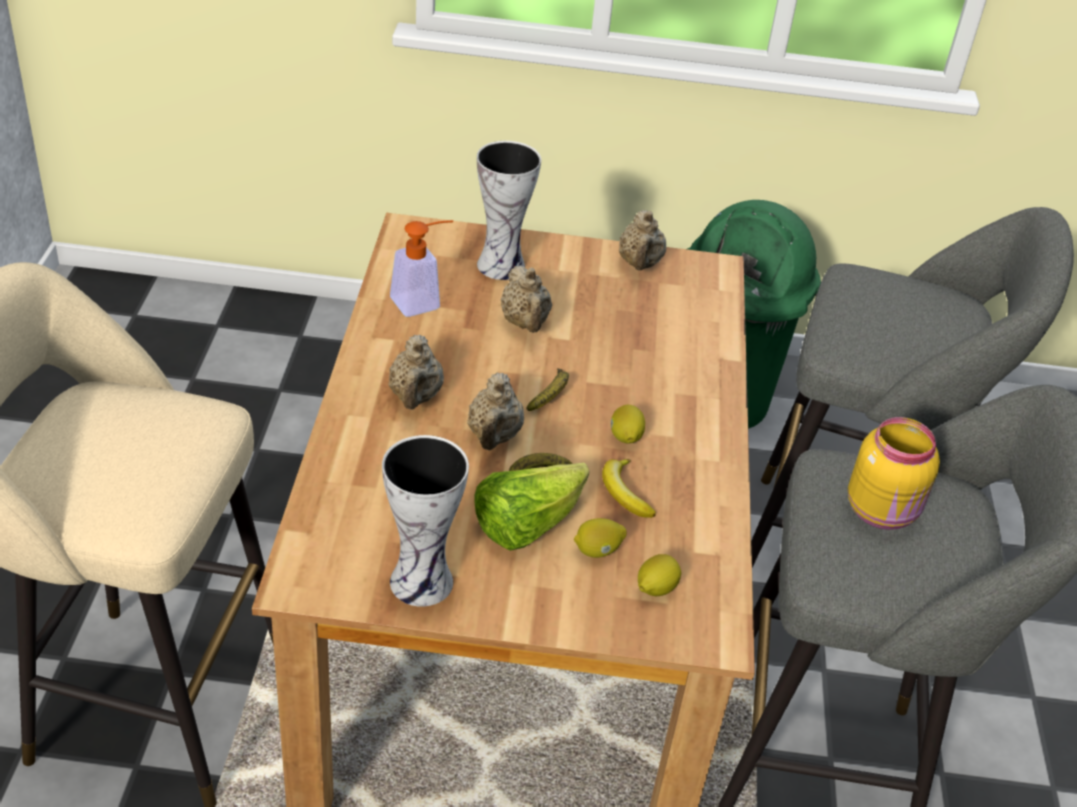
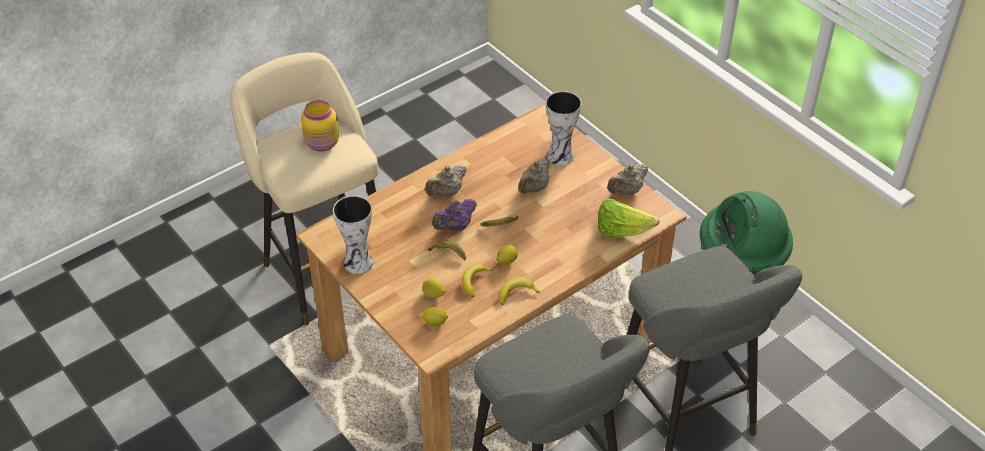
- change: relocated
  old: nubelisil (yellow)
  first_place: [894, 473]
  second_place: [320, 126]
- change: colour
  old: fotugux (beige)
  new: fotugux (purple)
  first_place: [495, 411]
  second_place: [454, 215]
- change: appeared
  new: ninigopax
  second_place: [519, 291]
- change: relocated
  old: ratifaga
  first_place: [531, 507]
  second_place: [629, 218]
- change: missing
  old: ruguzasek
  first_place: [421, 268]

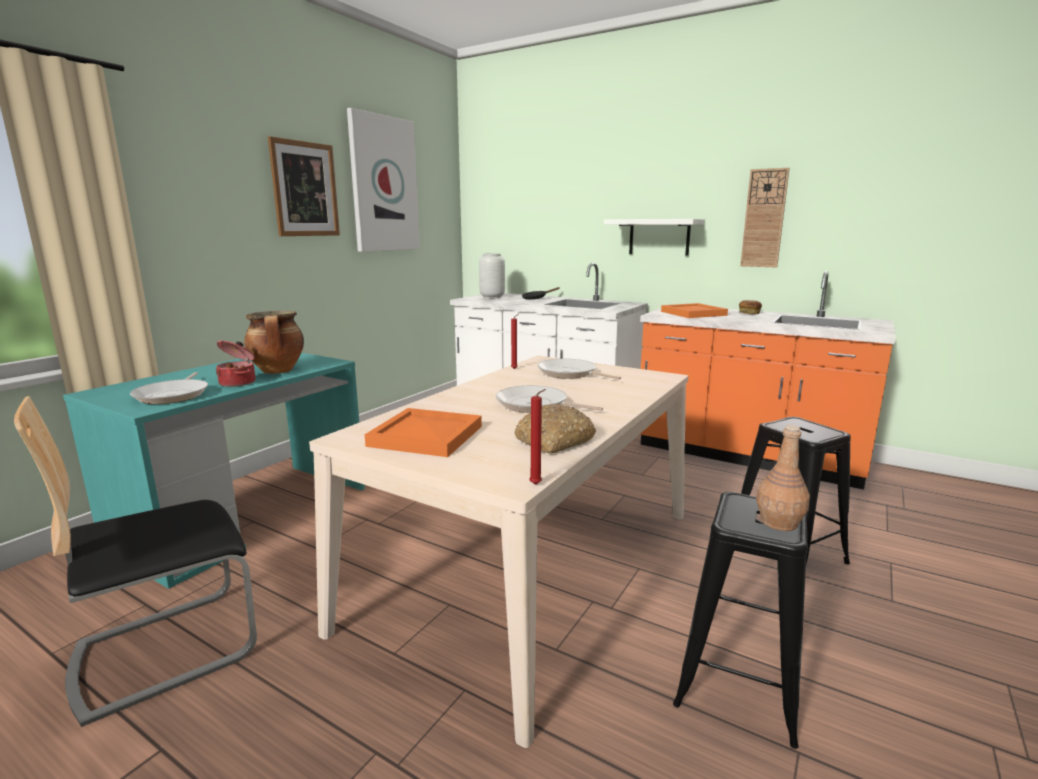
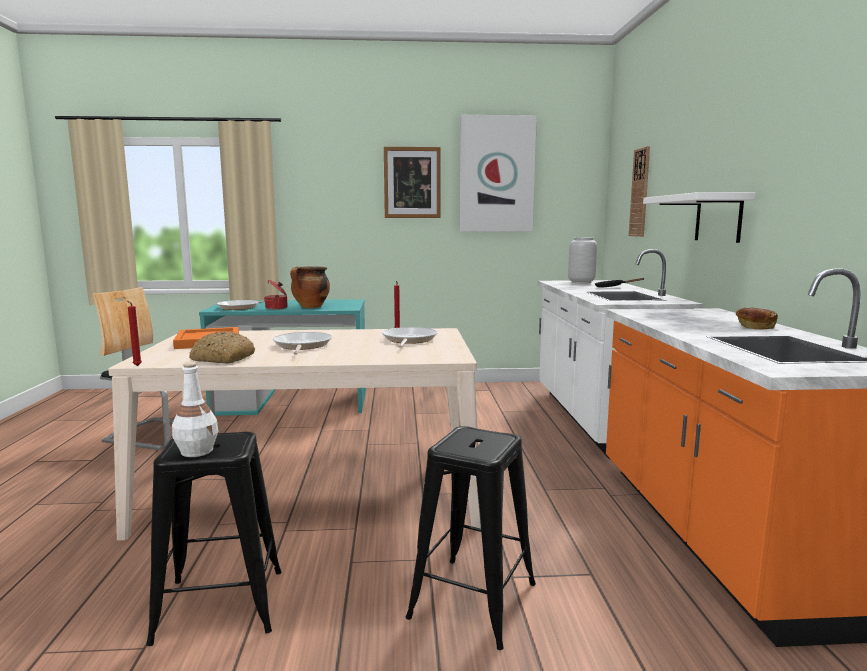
- change: colour
  old: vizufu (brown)
  new: vizufu (white)
  first_place: [783, 478]
  second_place: [195, 409]
- change: relocated
  old: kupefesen
  first_place: [765, 218]
  second_place: [639, 191]
- change: missing
  old: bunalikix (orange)
  first_place: [694, 310]

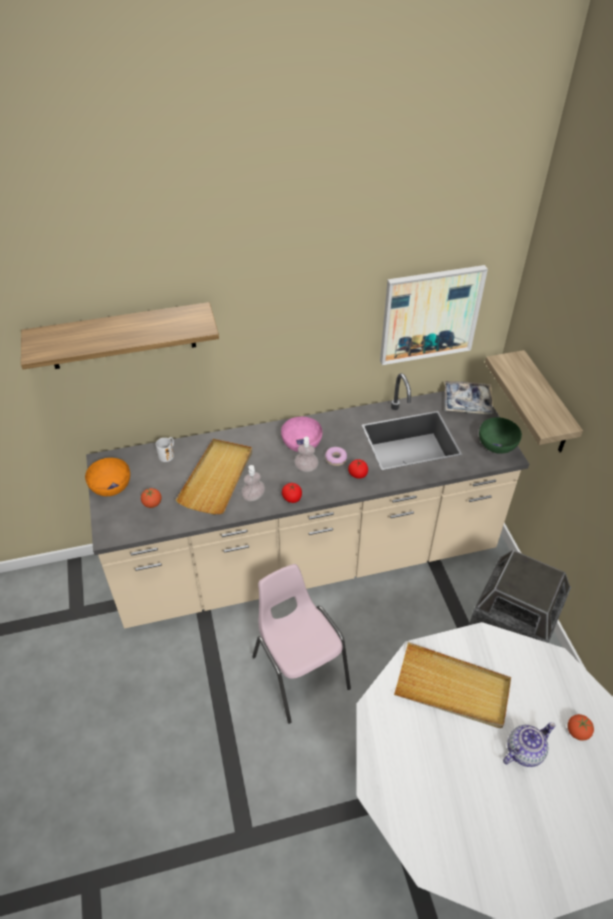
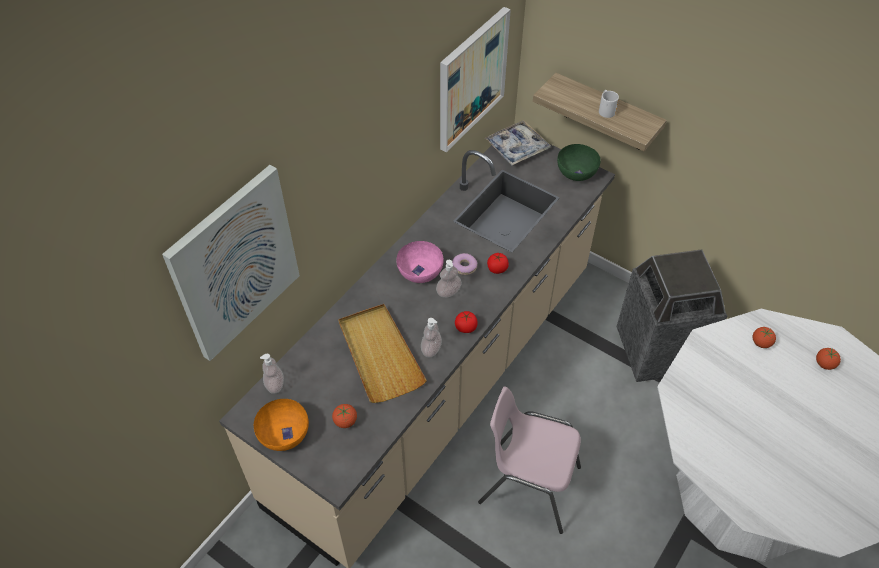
- change: exchanged
  old: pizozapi
  new: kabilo
  first_place: [120, 336]
  second_place: [231, 263]
- change: appeared
  new: ruguzasek
  second_place: [272, 374]
- change: relocated
  old: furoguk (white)
  first_place: [165, 449]
  second_place: [609, 104]
- change: appeared
  new: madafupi
  second_place: [764, 337]
- change: missing
  old: bunalikix (beige)
  first_place: [452, 685]
- change: missing
  old: fotugux
  first_place: [529, 744]

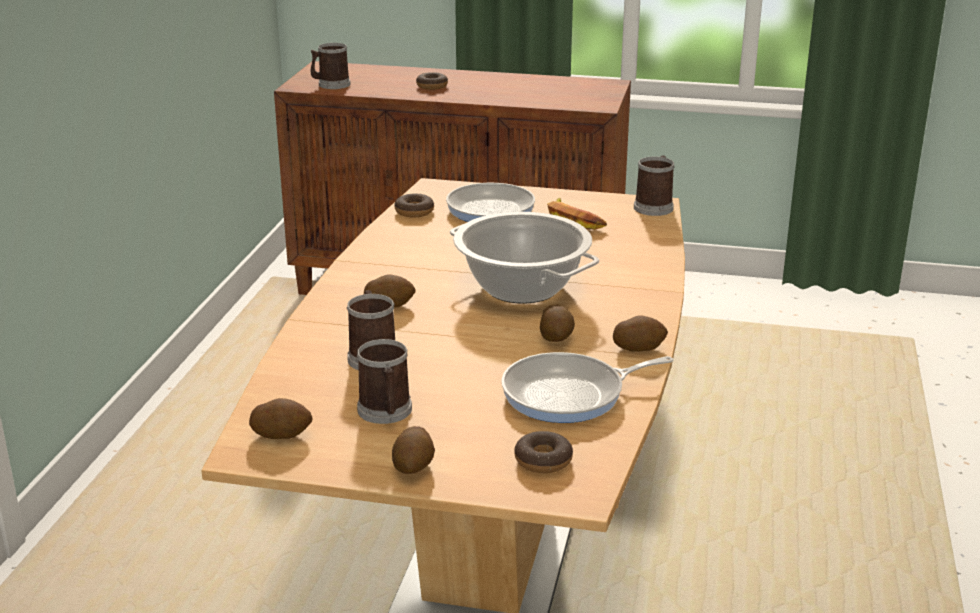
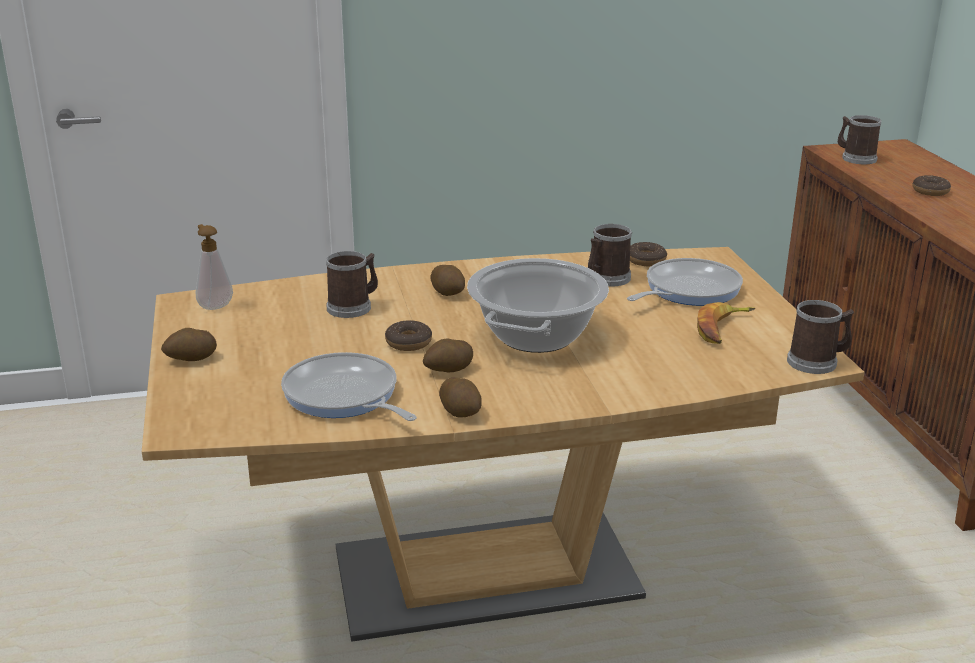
- change: exchanged
  old: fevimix
  new: ruguzasek
  first_place: [281, 418]
  second_place: [214, 267]
- change: relocated
  old: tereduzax
  first_place: [543, 452]
  second_place: [408, 335]
- change: relocated
  old: furoguk
  first_place: [384, 381]
  second_place: [610, 255]

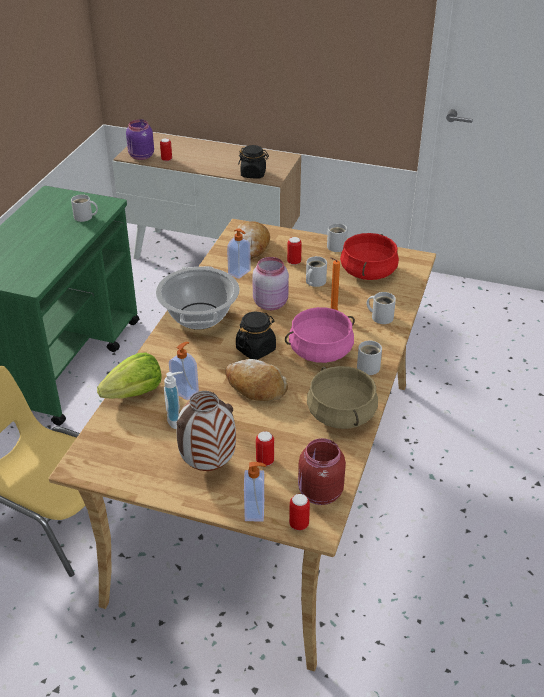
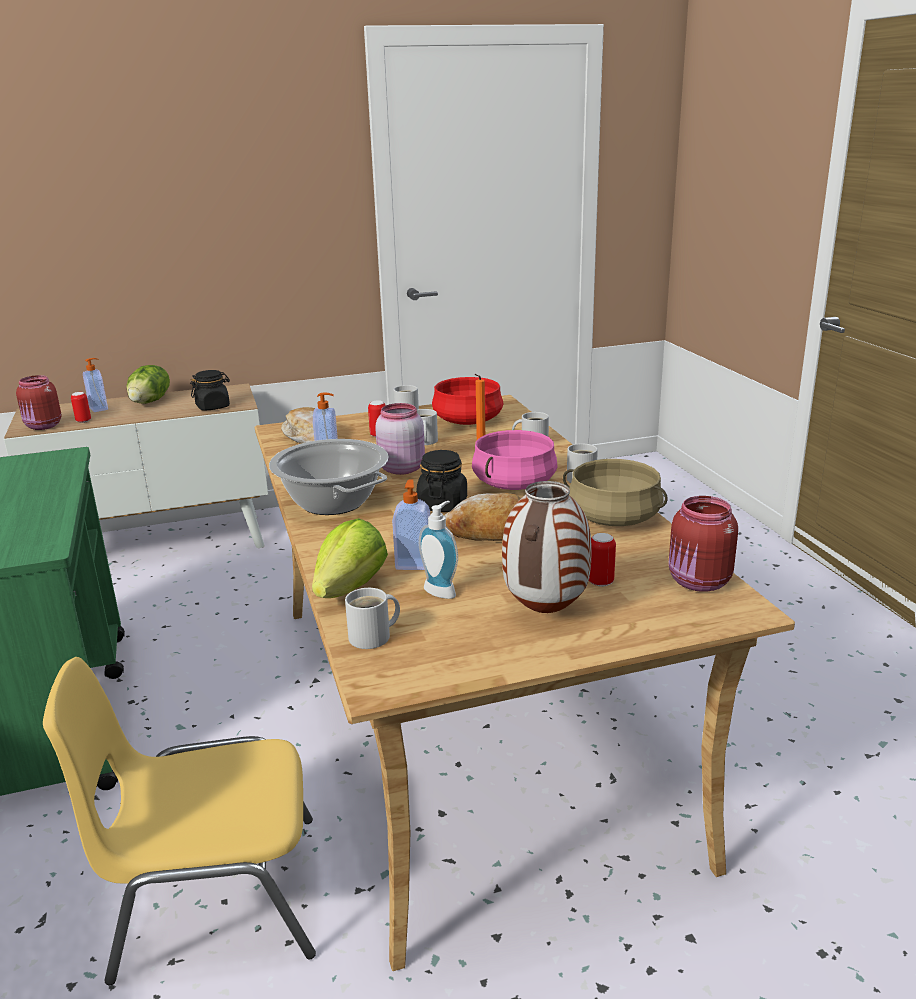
- change: colour
  old: nubelisil (purple)
  new: nubelisil (red)
  first_place: [140, 139]
  second_place: [38, 402]
- change: relocated
  old: ruguzasek
  first_place: [255, 492]
  second_place: [95, 385]
- change: appeared
  new: ratifaga
  second_place: [148, 384]
- change: relocated
  old: furoguk (white)
  first_place: [84, 208]
  second_place: [372, 618]
- change: missing
  old: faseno
  first_place: [299, 512]

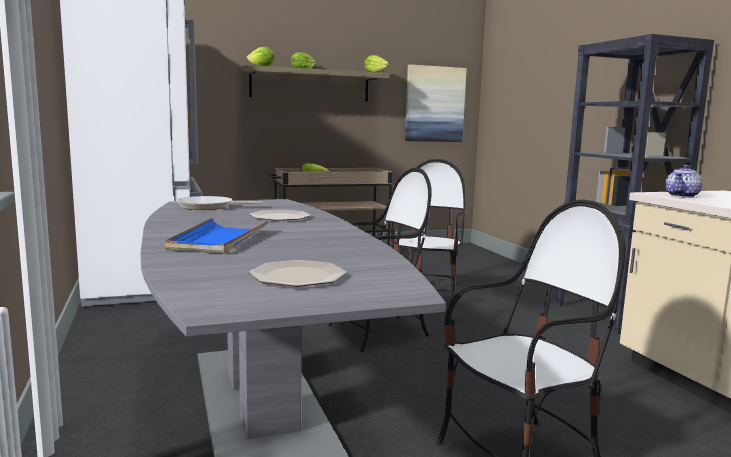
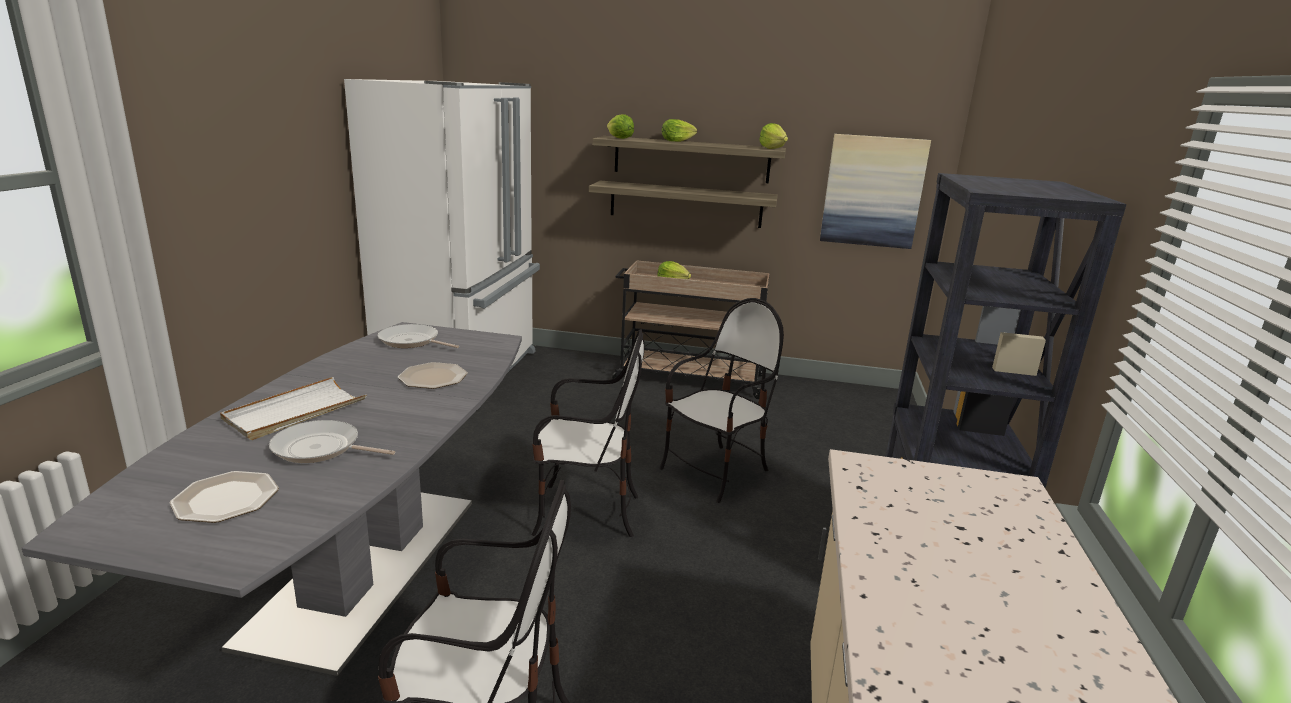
- change: colour
  old: bunalikix (blue)
  new: bunalikix (white)
  first_place: [217, 236]
  second_place: [293, 408]
- change: appeared
  new: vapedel
  second_place: [332, 441]
- change: appeared
  new: pizozapi
  second_place: [683, 204]
- change: missing
  old: fotugux
  first_place: [683, 181]

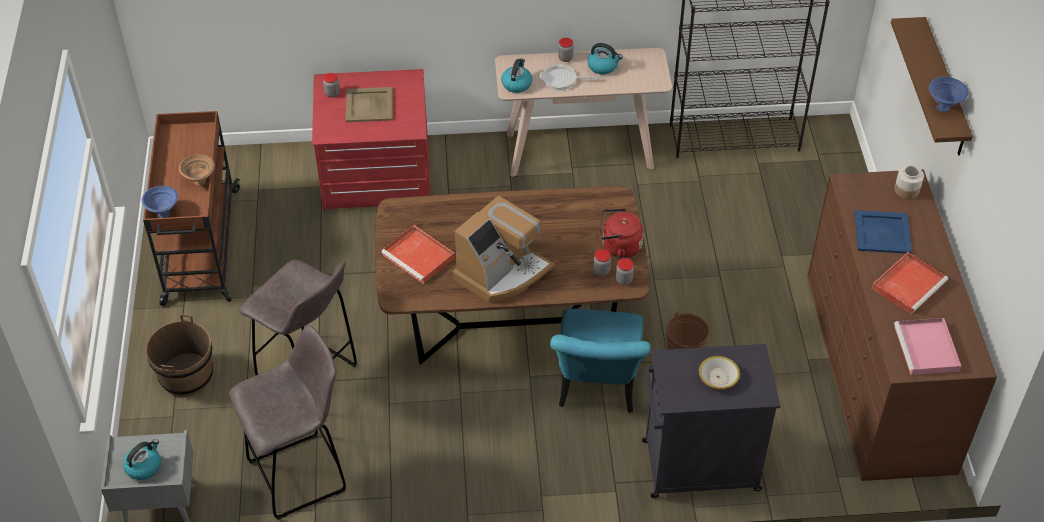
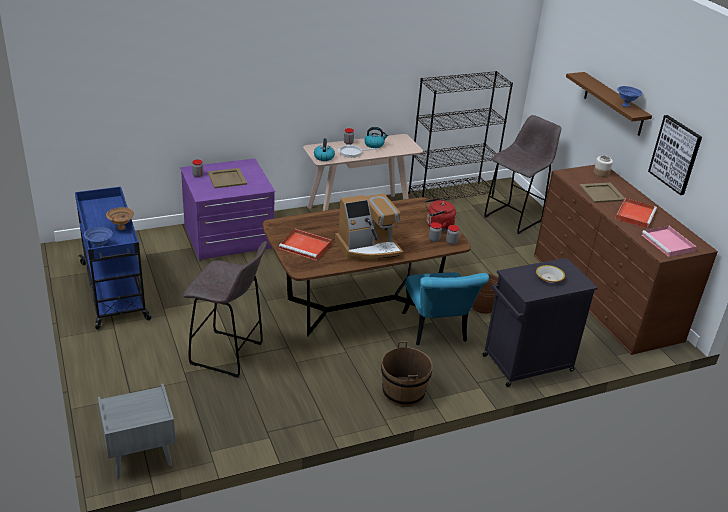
- change: colour
  old: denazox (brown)
  new: denazox (blue)
  first_place: [191, 208]
  second_place: [113, 258]
- change: colour
  old: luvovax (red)
  new: luvovax (purple)
  first_place: [371, 140]
  second_place: [227, 209]
- change: spun
  old: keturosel
  first_place: [503, 249]
  second_place: [369, 227]
  degrees: 45
- change: relocated
  old: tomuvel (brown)
  first_place: [179, 355]
  second_place: [407, 374]
- change: relocated
  old: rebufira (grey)
  first_place: [287, 422]
  second_place: [522, 174]
- change: colour
  old: bunalikix (blue)
  new: bunalikix (beige)
  first_place: [883, 232]
  second_place: [602, 193]
- change: appeared
  new: kabilo
  second_place: [675, 155]
- change: missing
  old: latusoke
  first_place: [142, 459]

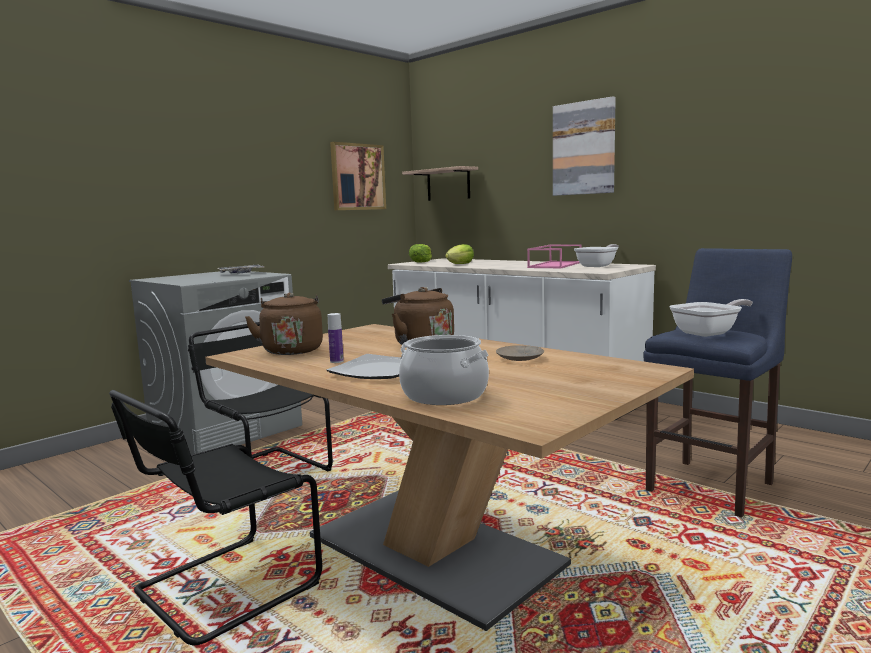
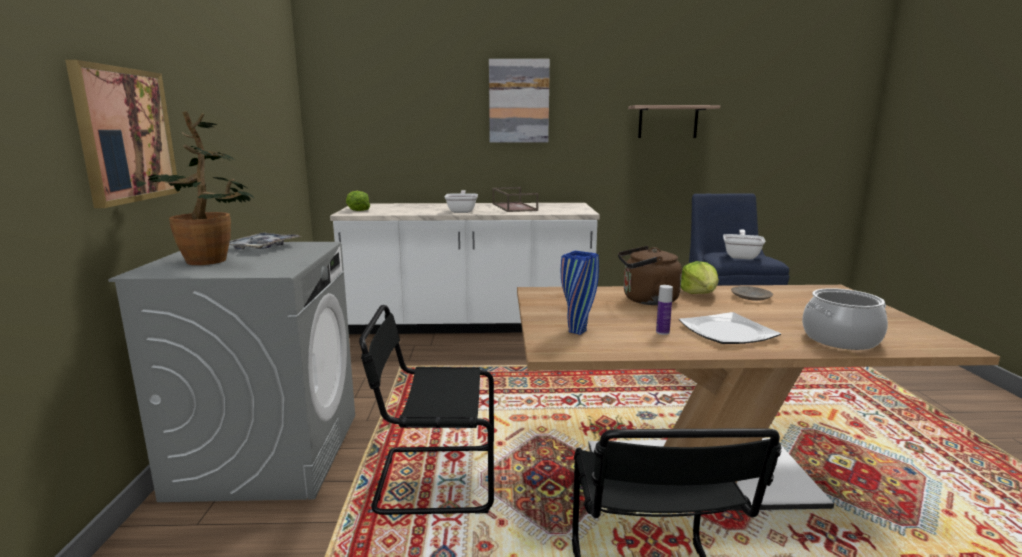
- change: relocated
  old: kabilo
  first_place: [358, 176]
  second_place: [122, 134]
- change: appeared
  new: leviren
  second_place: [195, 188]
- change: relocated
  old: vapedel
  first_place: [596, 255]
  second_place: [461, 201]
- change: colour
  old: bunalikix (pink)
  new: bunalikix (brown)
  first_place: [554, 256]
  second_place: [515, 199]
- change: exchanged
  old: latusoke (brown)
  new: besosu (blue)
  first_place: [284, 323]
  second_place: [580, 293]
- change: relocated
  old: pizozapi
  first_place: [440, 183]
  second_place: [674, 121]
- change: relocated
  old: ratifaga
  first_place: [459, 254]
  second_place: [700, 277]

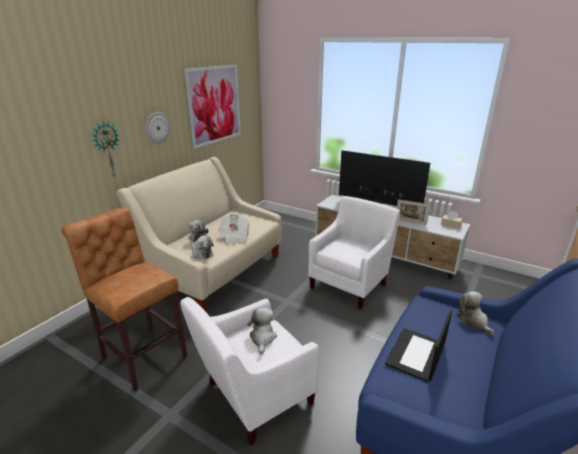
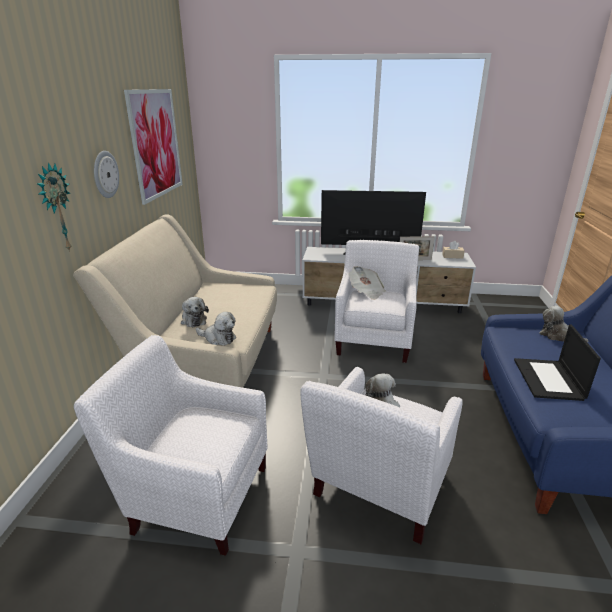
- change: exchanged
  old: rebufira (brown)
  new: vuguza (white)
  first_place: [124, 299]
  second_place: [171, 445]
- change: relocated
  old: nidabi
  first_place: [234, 229]
  second_place: [367, 283]

